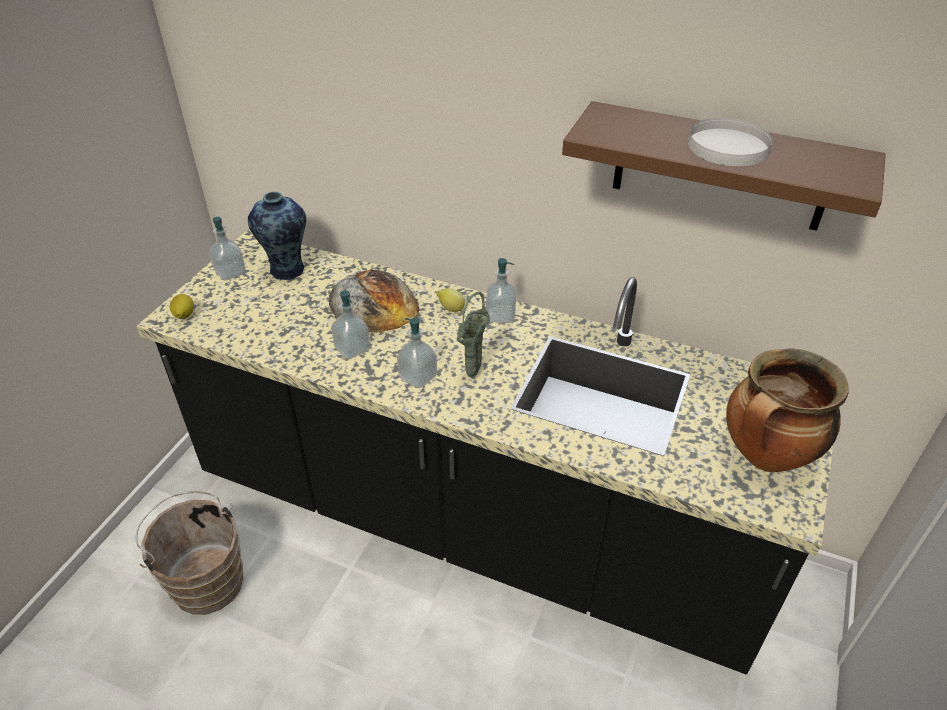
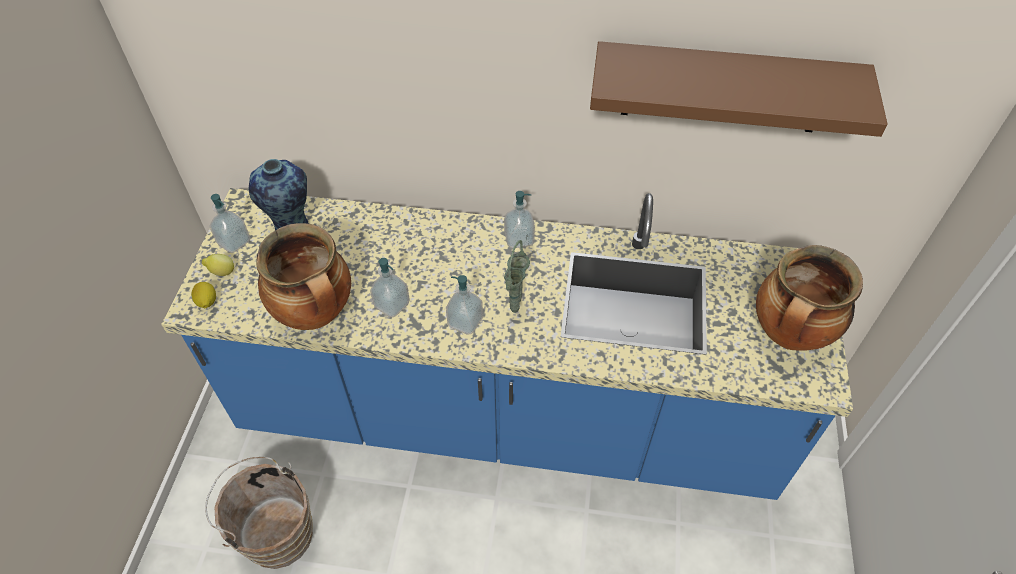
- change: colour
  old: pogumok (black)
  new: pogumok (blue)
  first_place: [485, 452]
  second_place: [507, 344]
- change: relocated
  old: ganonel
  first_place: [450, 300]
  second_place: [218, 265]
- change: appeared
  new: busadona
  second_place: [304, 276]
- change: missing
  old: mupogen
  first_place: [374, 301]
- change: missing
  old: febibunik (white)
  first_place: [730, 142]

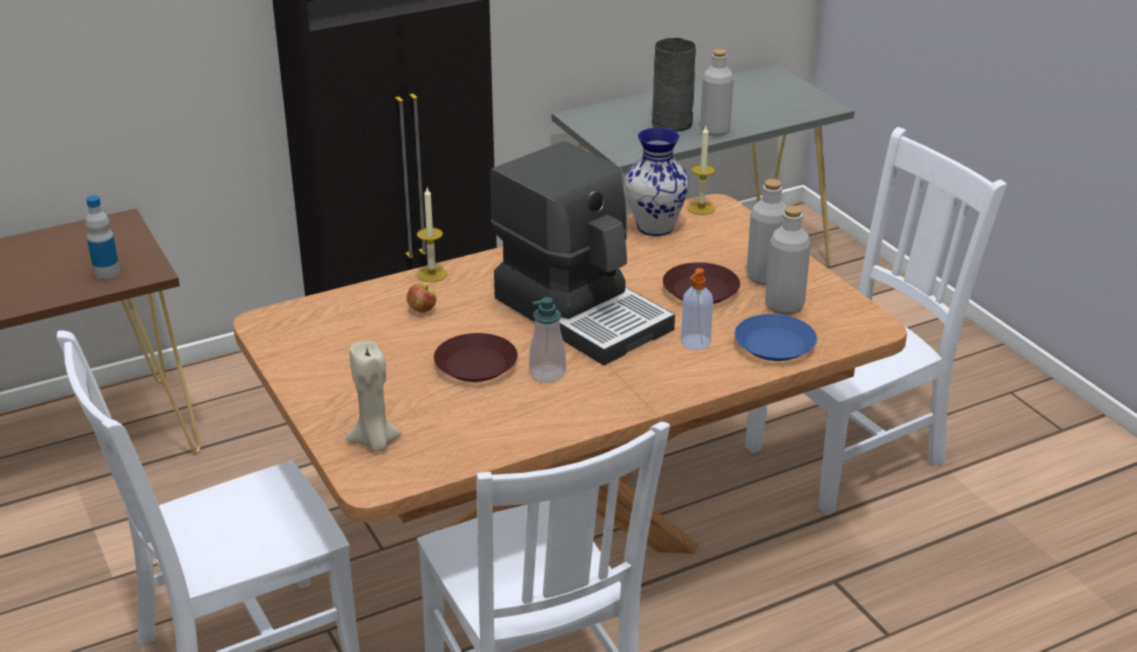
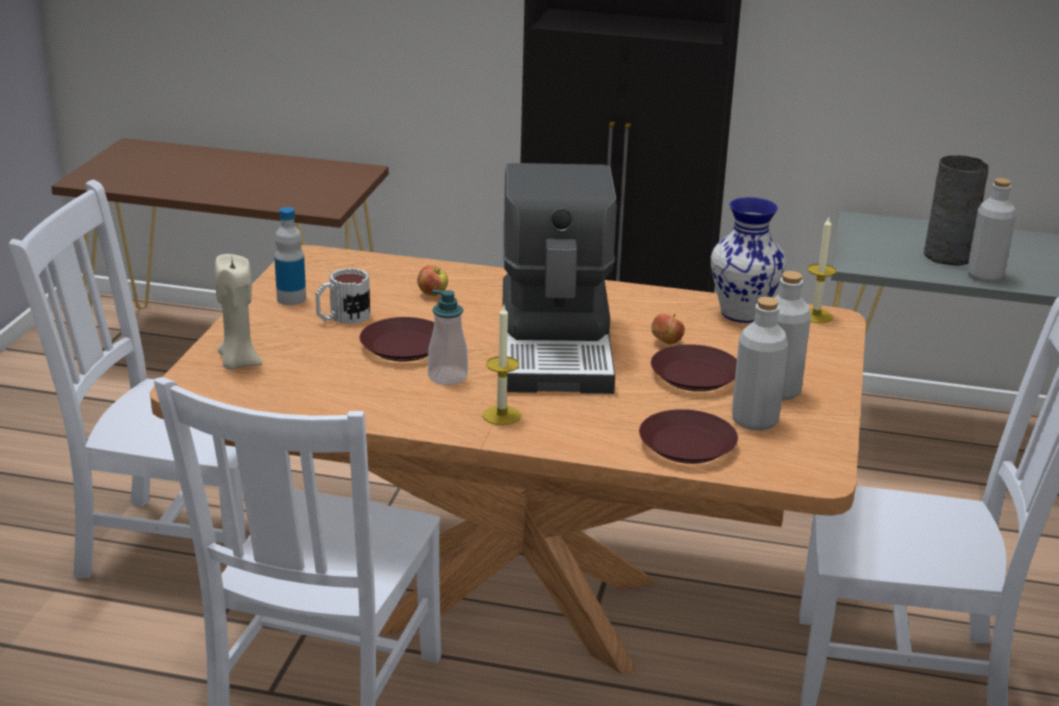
- change: relocated
  old: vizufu
  first_place: [102, 237]
  second_place: [290, 256]
- change: appeared
  new: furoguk
  second_place: [343, 296]
- change: relocated
  old: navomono
  first_place: [432, 235]
  second_place: [502, 365]
- change: colour
  old: febibunik (blue)
  new: febibunik (brown)
  first_place: [776, 337]
  second_place: [688, 436]
- change: appeared
  new: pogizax
  second_place: [668, 329]
- change: missing
  old: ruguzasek
  first_place: [697, 309]

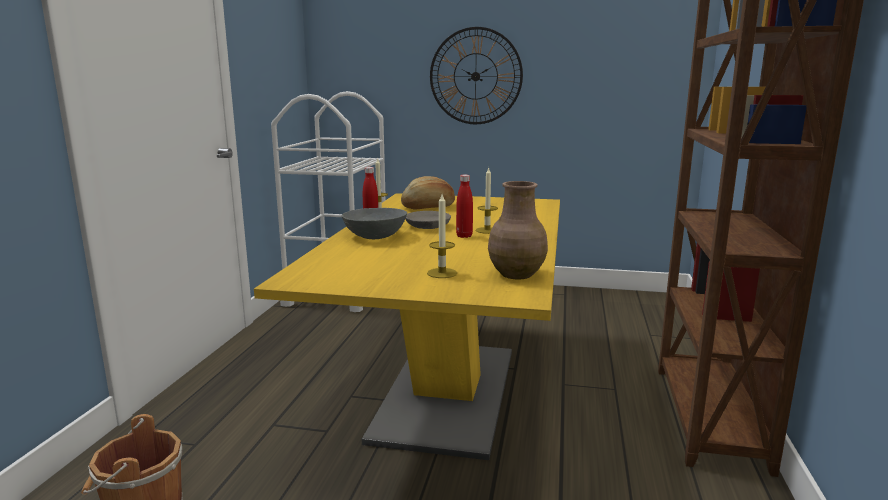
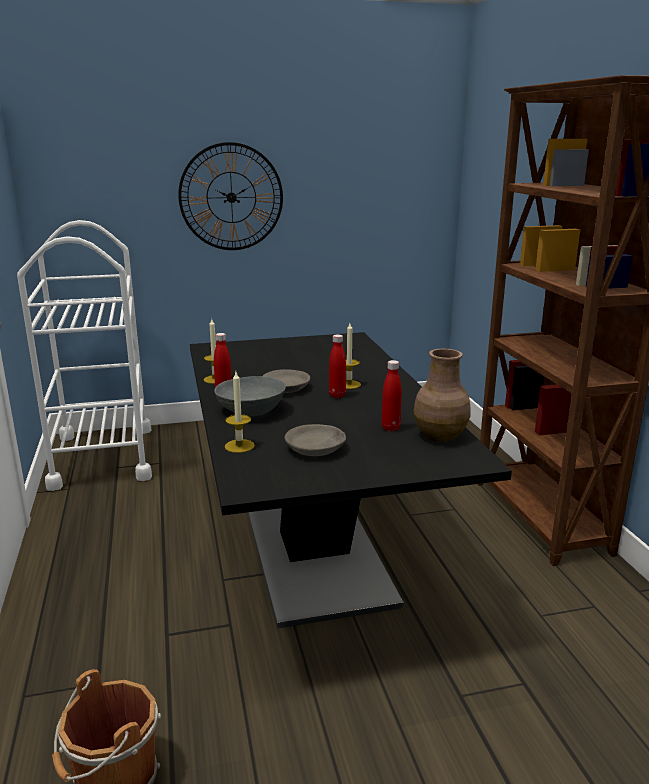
- change: colour
  old: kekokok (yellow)
  new: kekokok (black)
  first_place: [407, 326]
  second_place: [351, 480]
- change: relocated
  old: navomono
  first_place: [442, 236]
  second_place: [240, 412]
- change: appeared
  new: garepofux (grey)
  second_place: [315, 440]
- change: appeared
  new: vizufu (red)
  second_place: [392, 395]
- change: missing
  old: mupogen
  first_place: [428, 193]

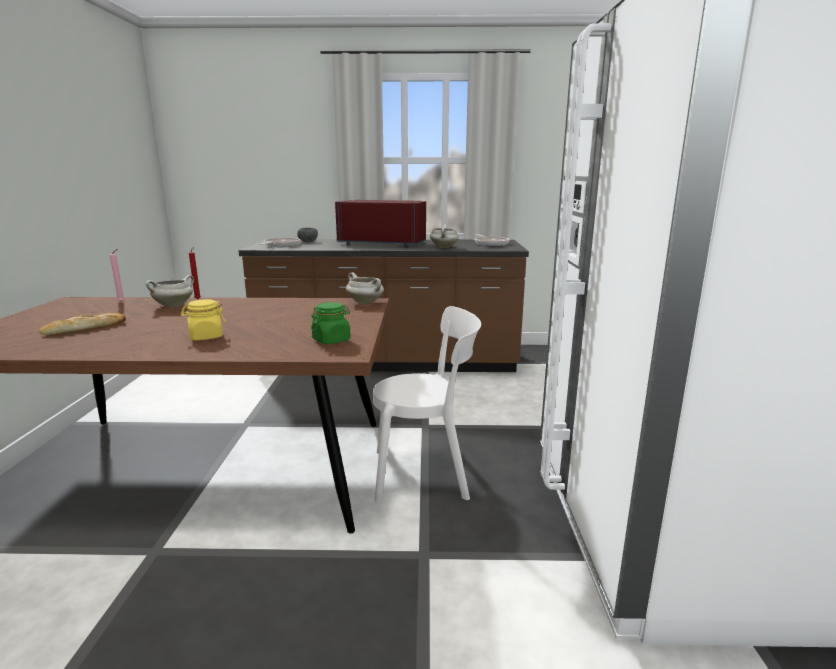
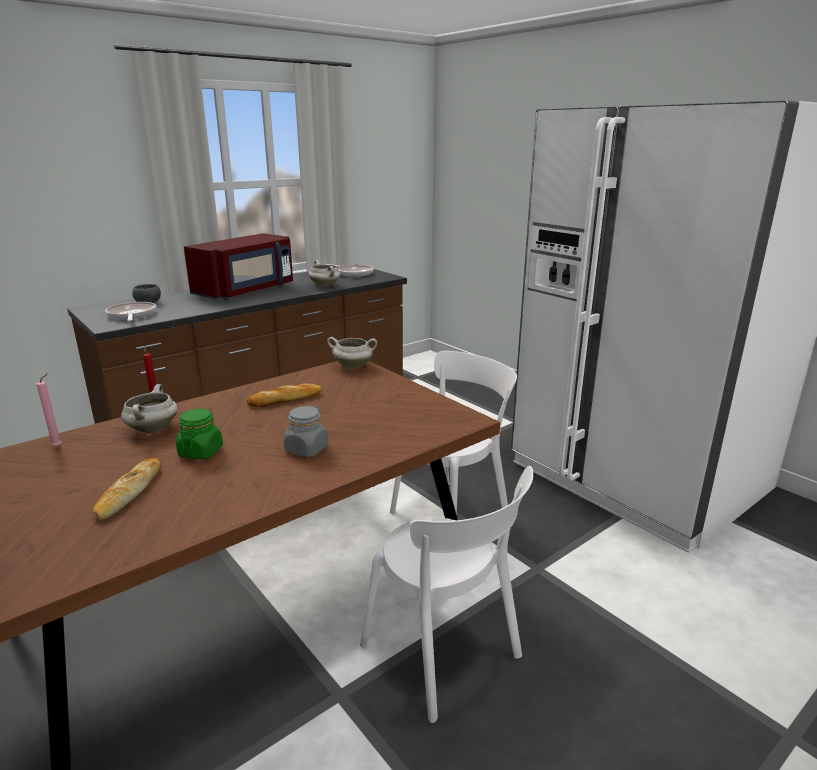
- change: relocated
  old: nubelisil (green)
  first_place: [331, 323]
  second_place: [199, 433]
- change: spun
  old: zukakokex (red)
  first_place: [380, 223]
  second_place: [238, 266]
  degrees: 150
- change: appeared
  new: mupogen
  second_place: [284, 395]
- change: colour
  old: nubelisil (yellow)
  new: nubelisil (grey)
  first_place: [203, 319]
  second_place: [306, 431]
- change: appeared
  new: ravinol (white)
  second_place: [447, 594]

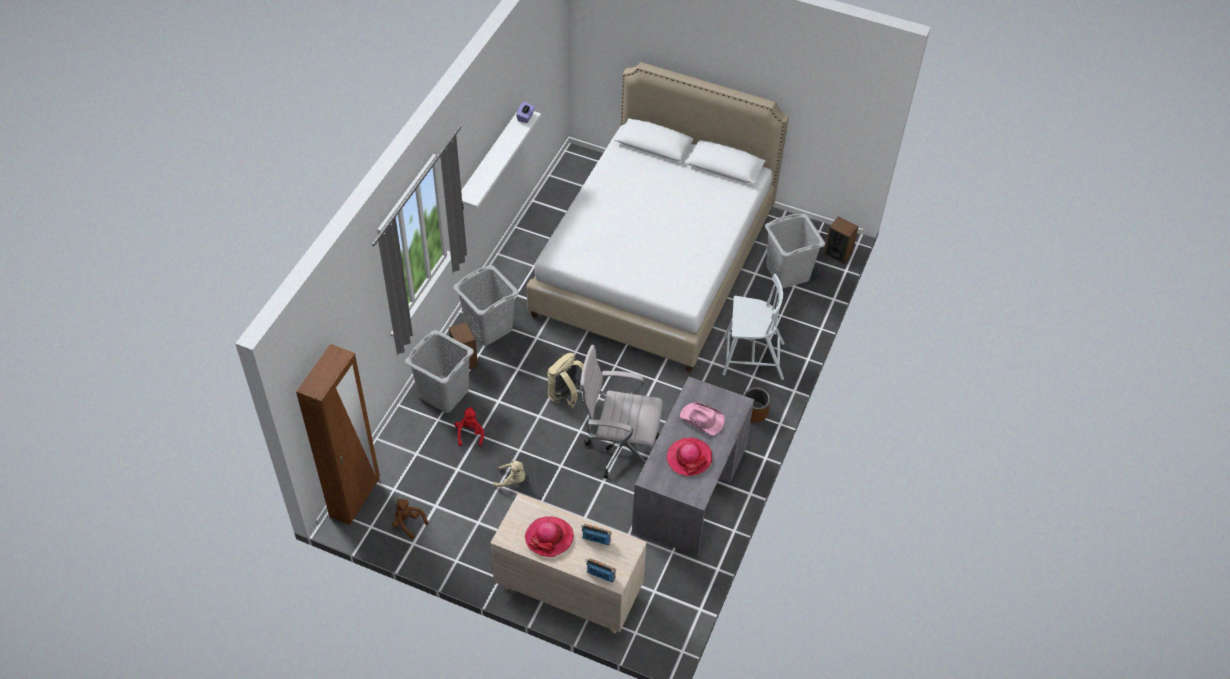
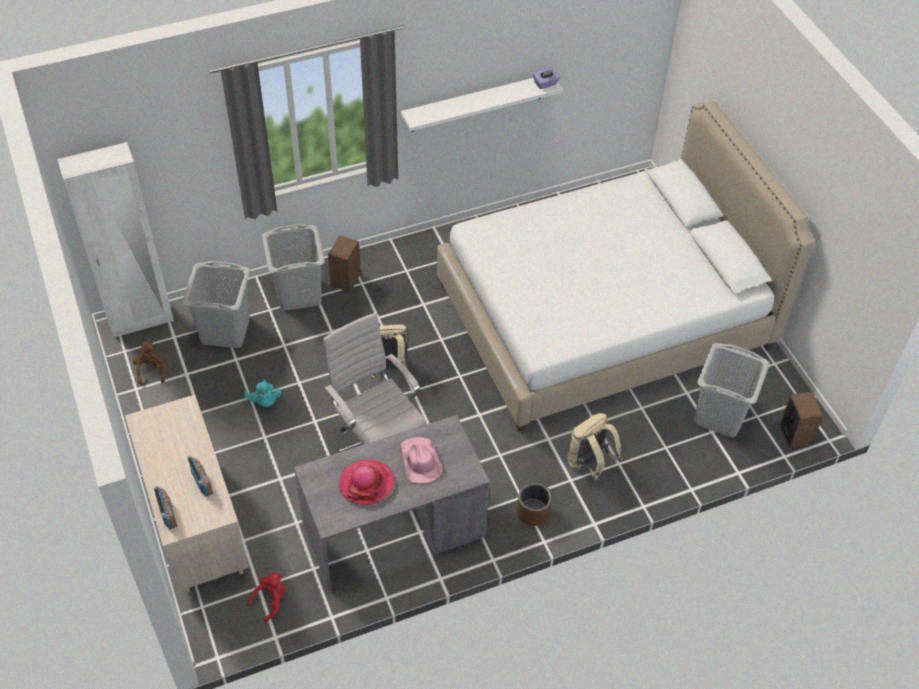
- change: colour
  old: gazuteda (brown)
  new: gazuteda (white)
  first_place: [338, 434]
  second_place: [115, 240]
- change: relocated
  old: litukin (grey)
  first_place: [486, 305]
  second_place: [216, 304]
- change: colour
  old: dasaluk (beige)
  new: dasaluk (turquoise)
  first_place: [509, 473]
  second_place: [263, 393]
- change: relocated
  old: dasaluk (red)
  first_place: [469, 426]
  second_place: [266, 597]
- change: exchanged
  old: ravinol (white)
  new: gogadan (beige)
  first_place: [753, 327]
  second_place: [595, 446]
- change: missing
  old: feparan
  first_place: [549, 536]

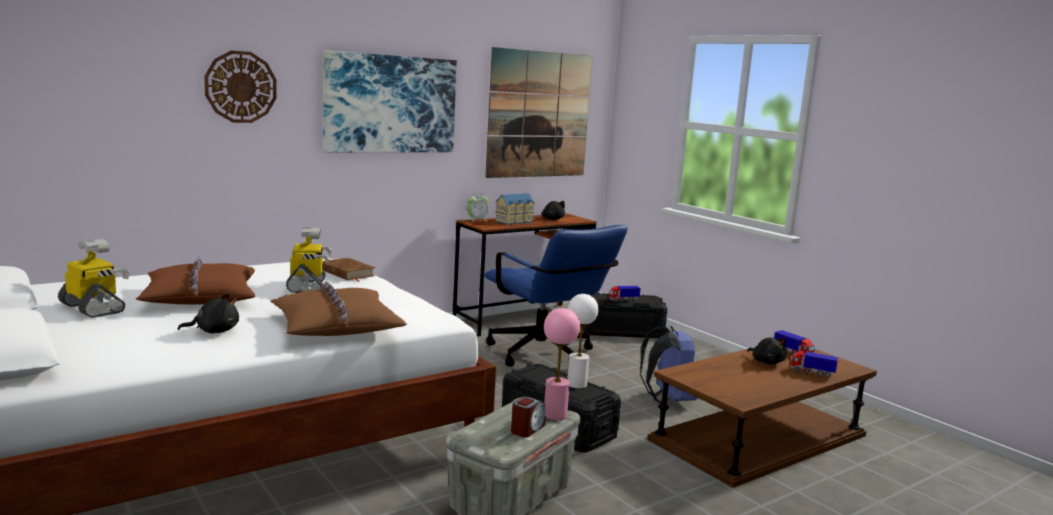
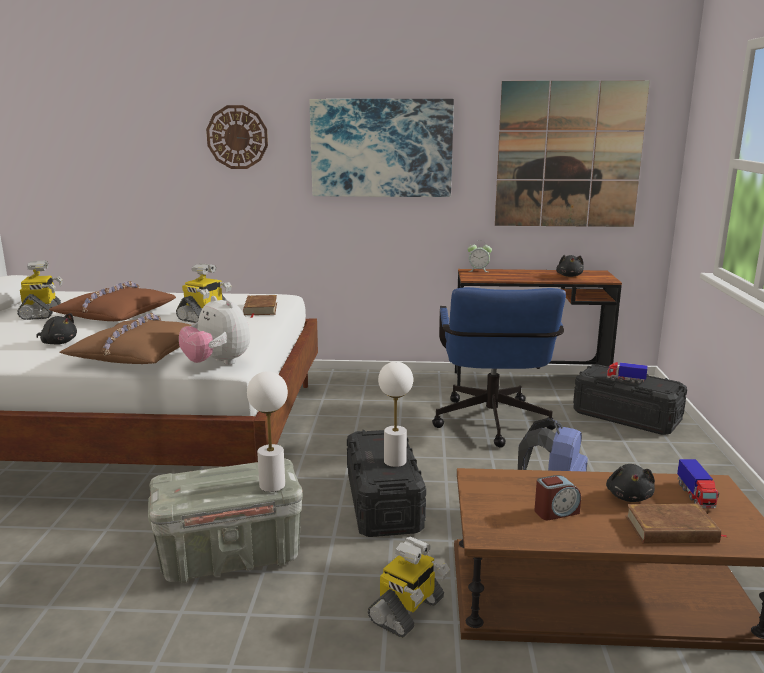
- change: appeared
  new: dasaluk
  second_place: [214, 330]
- change: colour
  old: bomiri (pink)
  new: bomiri (white)
  first_place: [562, 364]
  second_place: [267, 431]
- change: appeared
  new: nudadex
  second_place: [409, 587]
- change: relocated
  old: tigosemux
  first_place: [528, 417]
  second_place: [557, 497]
- change: exchanged
  old: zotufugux
  new: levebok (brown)
  first_place: [814, 364]
  second_place: [676, 523]
- change: missing
  old: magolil
  first_place: [515, 209]

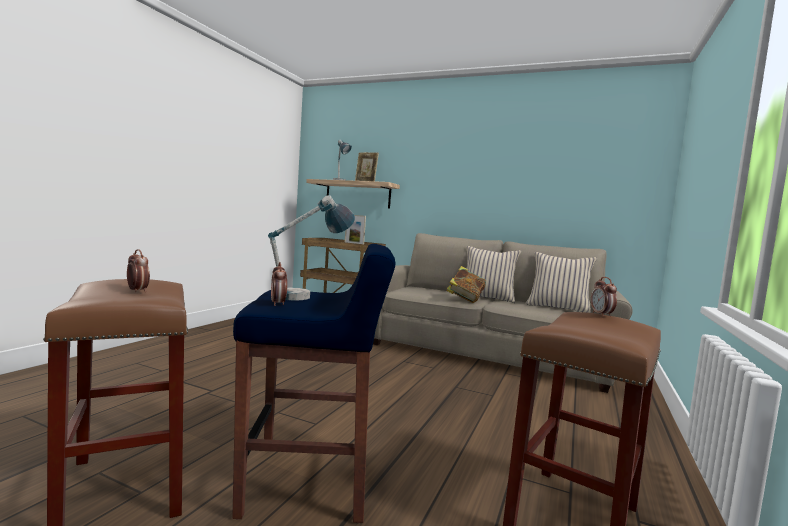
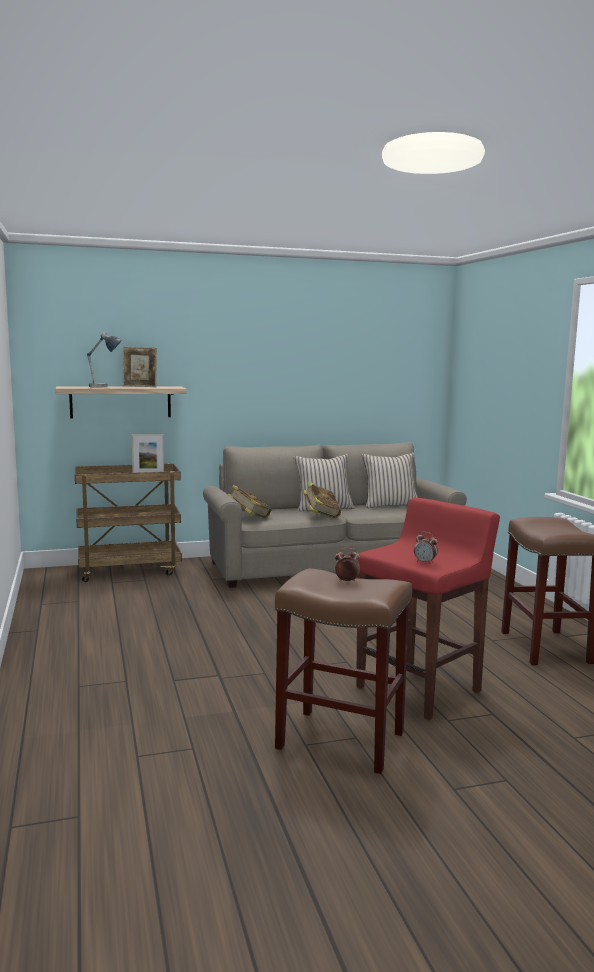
- change: appeared
  new: levebok
  second_place: [249, 501]
- change: colour
  old: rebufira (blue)
  new: rebufira (red)
  first_place: [313, 383]
  second_place: [428, 609]
- change: missing
  old: bomiri
  first_place: [311, 248]
- change: missing
  old: tigosemux
  first_place: [604, 297]

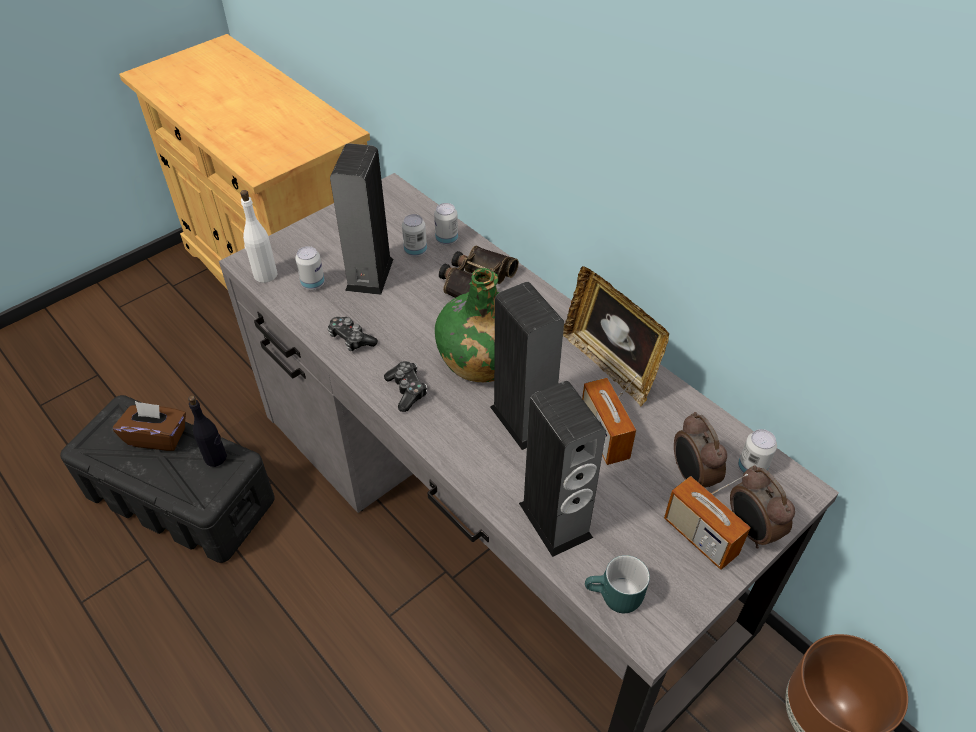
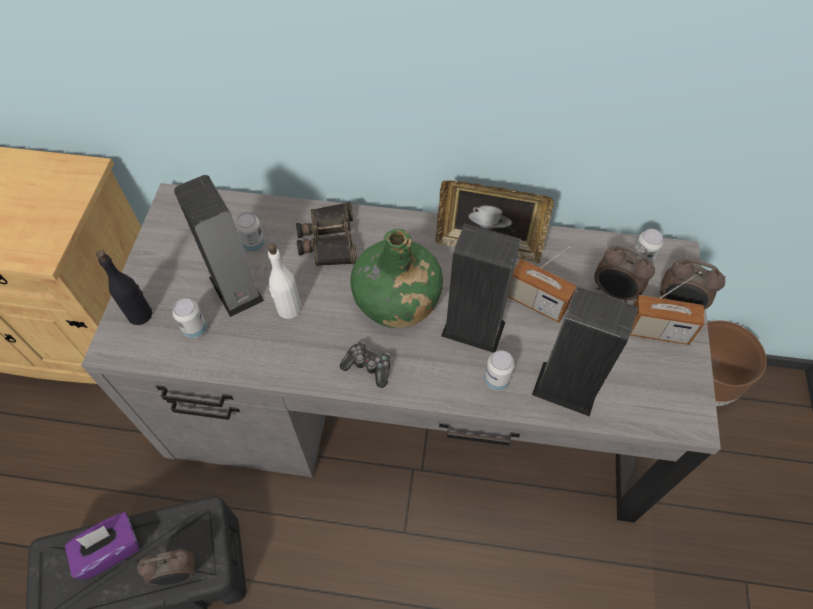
- change: colour
  old: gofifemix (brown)
  new: gofifemix (purple)
  first_place: [149, 426]
  second_place: [102, 545]
- change: relocated
  old: vizufu (black)
  first_place: [207, 431]
  second_place: [124, 287]
- change: appeared
  new: tigosemux
  second_place: [166, 567]
- change: relocated
  old: vizufu (white)
  first_place: [258, 236]
  second_place: [284, 281]
- change: relocated
  old: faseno
  first_place: [446, 224]
  second_place: [499, 370]
- change: missing
  old: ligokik
  first_place: [352, 334]
- change: missing
  old: furoguk (turquoise)
  first_place: [617, 584]

